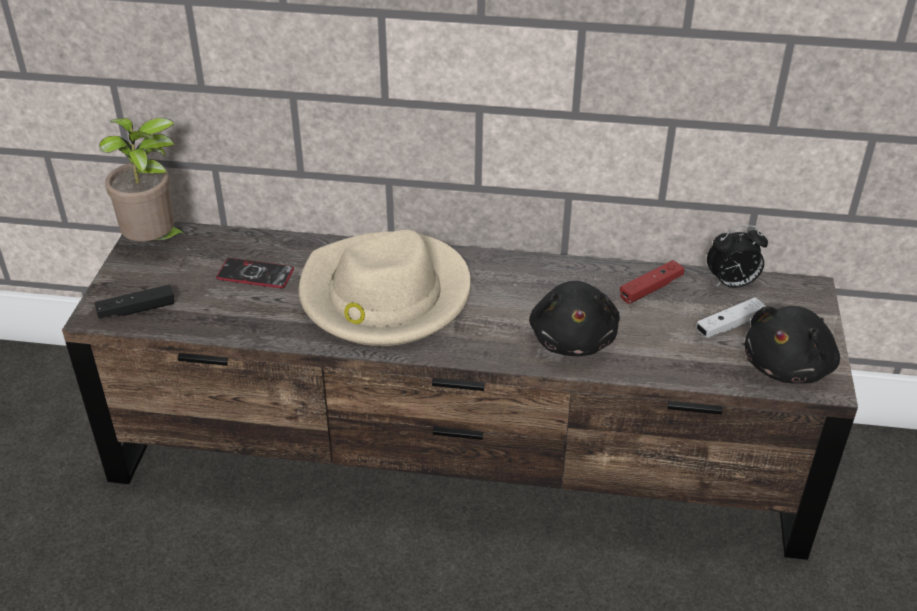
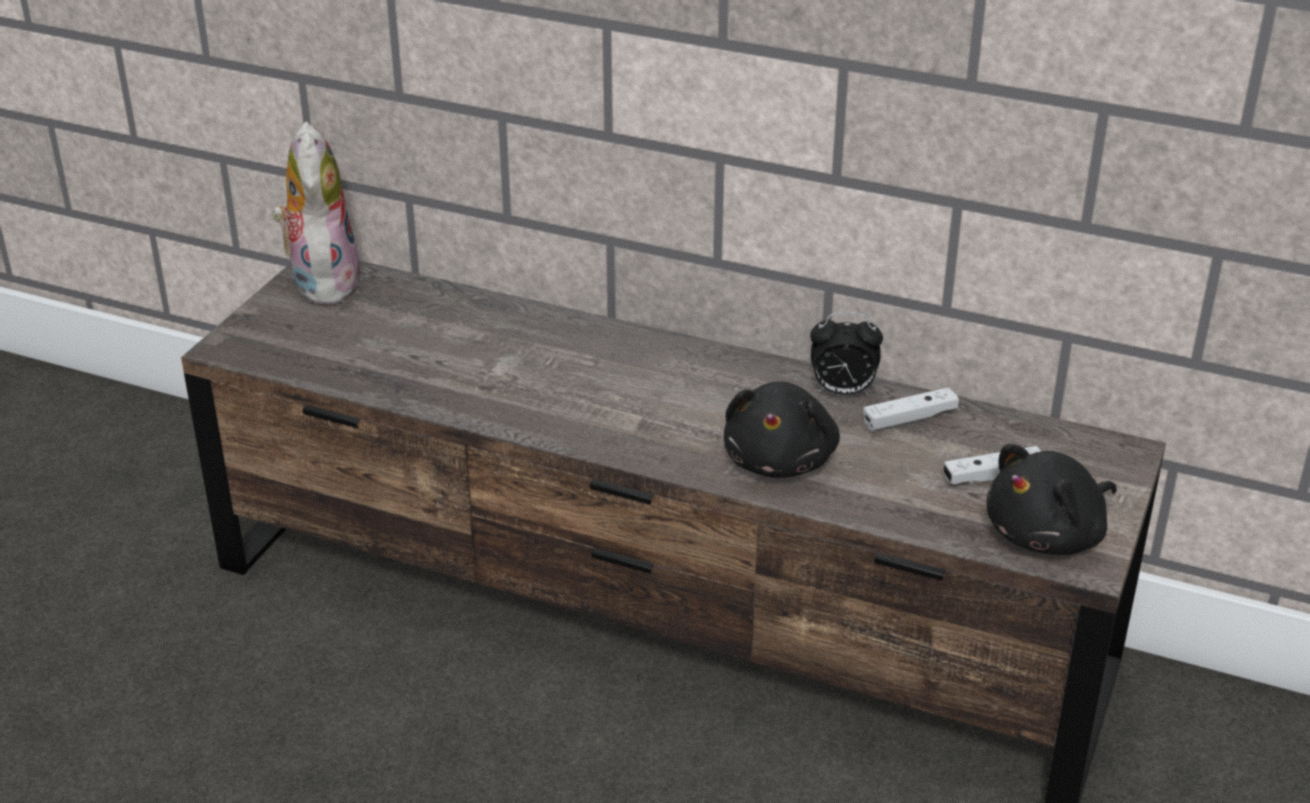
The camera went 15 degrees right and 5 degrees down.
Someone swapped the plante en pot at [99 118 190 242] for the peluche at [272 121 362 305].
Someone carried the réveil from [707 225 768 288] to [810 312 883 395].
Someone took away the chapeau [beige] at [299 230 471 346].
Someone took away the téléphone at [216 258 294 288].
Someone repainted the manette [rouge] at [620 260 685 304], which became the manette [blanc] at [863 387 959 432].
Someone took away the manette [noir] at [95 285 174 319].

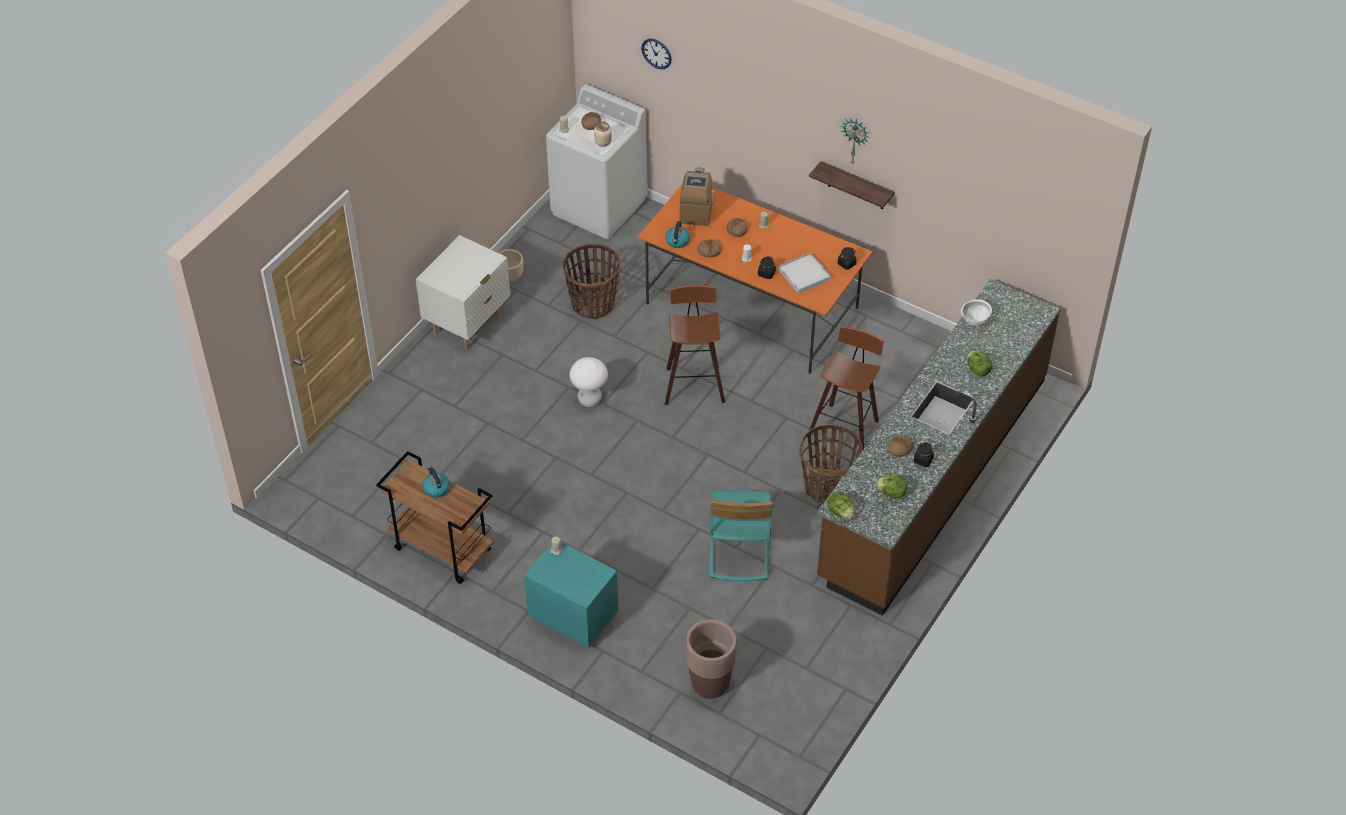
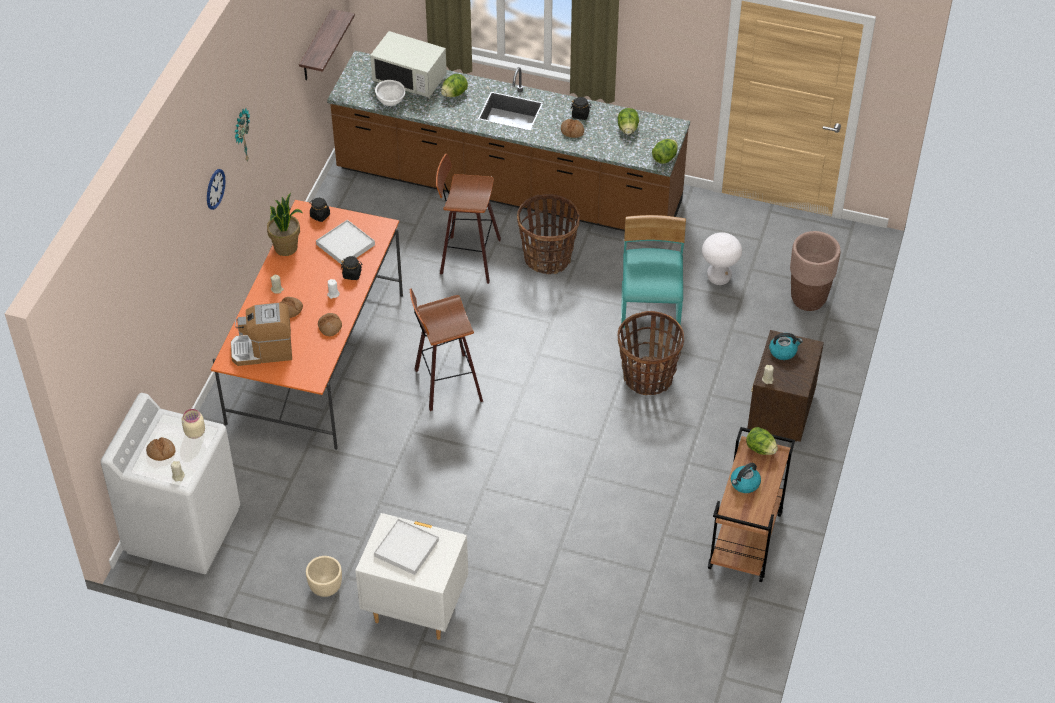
The camera went 105 degrees left and 0 degrees up.
Someone carried the horloge murale from [641 39 672 69] to [207 169 226 210].
Someone carried the étagère from [809 161 895 209] to [299 9 355 80].
Someone carried the bouilloire from [665 221 690 248] to [769 333 803 360].
Someone carried the panier from [563 244 621 319] to [617 311 684 395].
Someone carried the tabouret [blanc] from [569 357 608 407] to [702 232 742 285].
Someone rotated the chaise [turquoise] at [709 490 773 581] by 75 degrees counterclockwise.
Someone repainted the table de chevet [turquoise] at [524 542 618 648], which became the table de chevet [marron] at [747 330 824 442].
Someone put down the micro-ondes [blanc] at [370 31 447 98].
Someone put down the plante en pot at [267 193 302 256].
Someone put down the laitue at [746 427 778 455].
Someone put down the plateau [blanc] at [374 519 439 575].

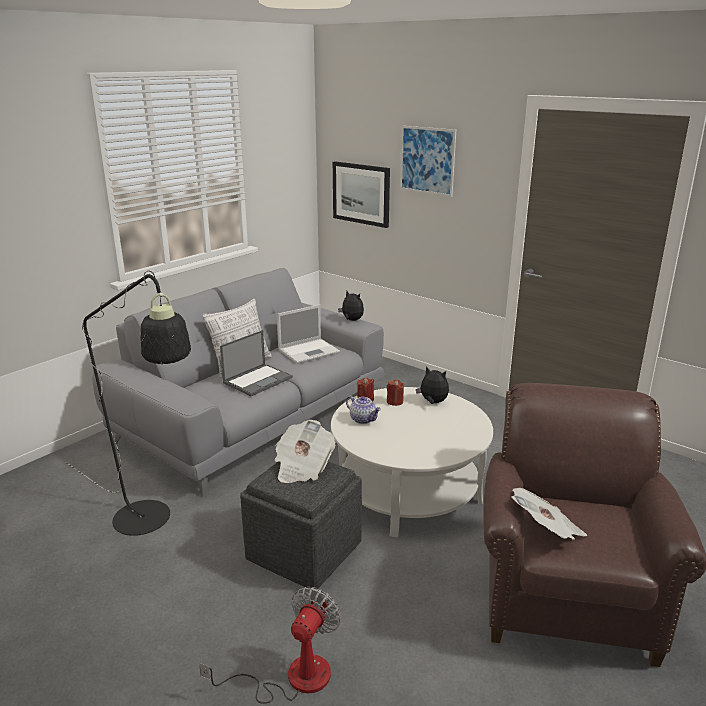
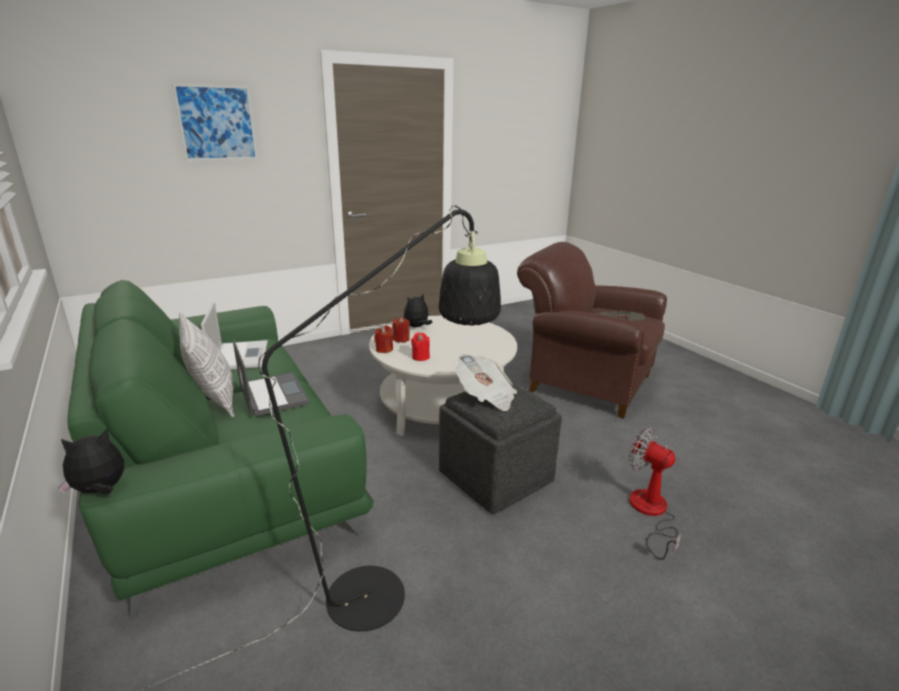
The camera went 70 degrees left and 0 degrees up.
Someone took away the tableau at [333 161 390 228].
Someone repainted the canapé [gris] at [92 268 385 497], which became the canapé [vert] at [67 280 373 619].
Someone carried the peluche from [338 291 364 321] to [58 429 124 494].
Someone swapped the théière at [346 396 381 424] for the bougie [rouge] at [411 333 430 361].

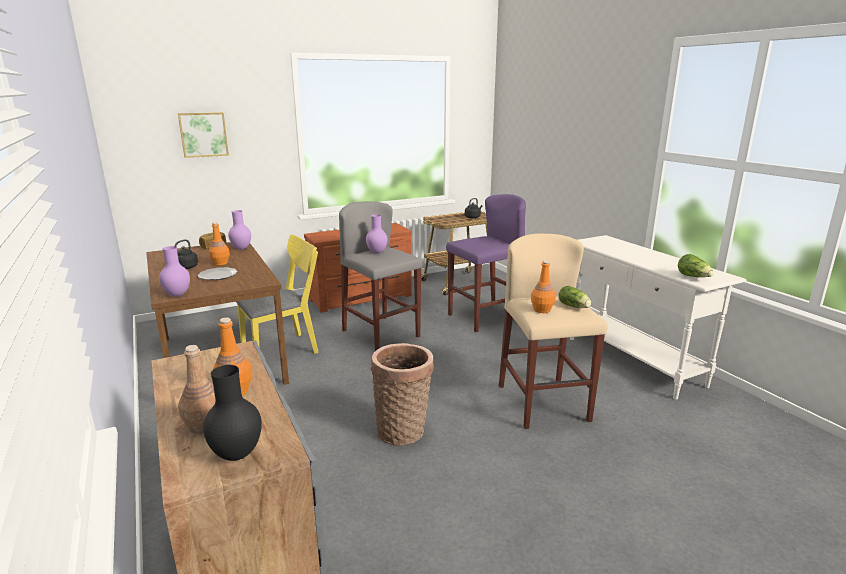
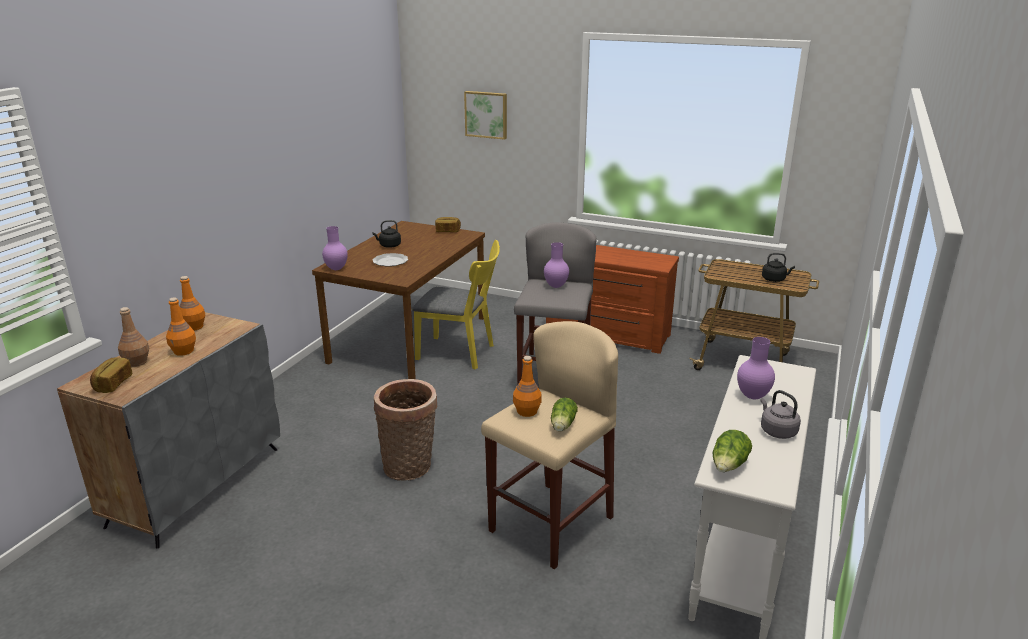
The camera went 50 degrees right and 5 degrees up.
Someone took away the tabouret [violet] at [446 194 526 332].
Someone carried the vase [violet] from [228 210 251 250] to [737 337 775 399].
Someone carried the bouteille [orange] from [209 222 230 265] to [179 276 205 331].
Someone swapped the vase [noir] at [203 365 262 461] for the pain at [90 357 132 393].
Someone put down the bouilloire [gris] at [760 390 801 439].

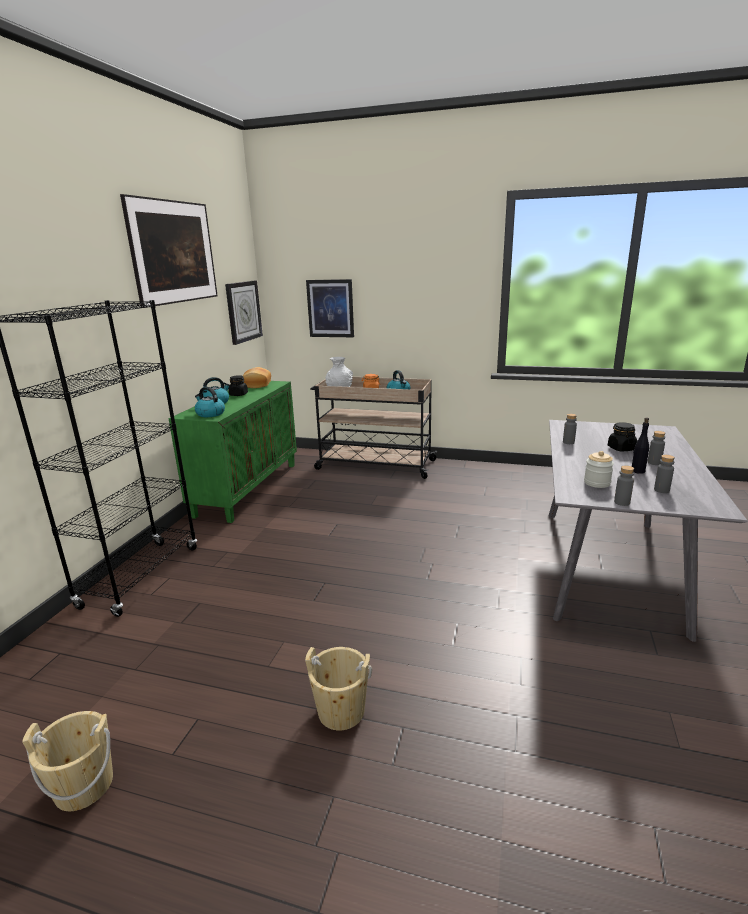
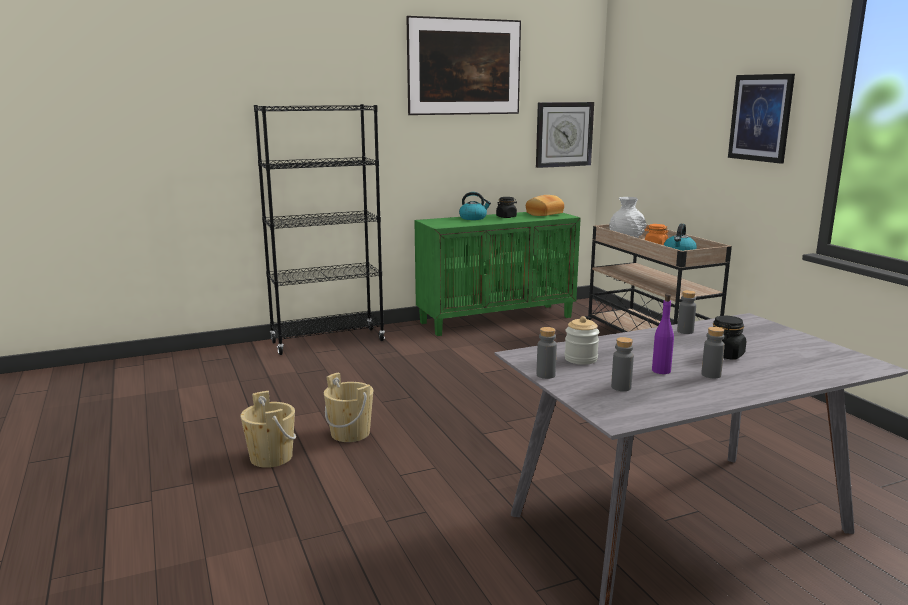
The camera went 50 degrees right and 5 degrees down.
Someone carried the tableau from [306 279 354 337] to [728 74 795 164].
Someone took away the bouilloire at [195 387 225 417].
Someone repainted the bouteille [noir] at [632 418 649 474], which became the bouteille [violet] at [652 294 674 374].
Someone carried the seau [beige] from [22 711 113 811] to [324 372 373 442].

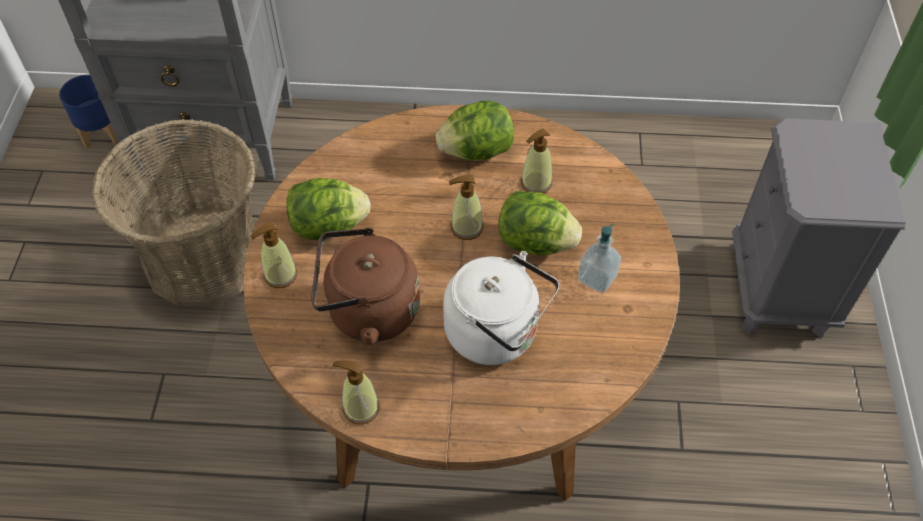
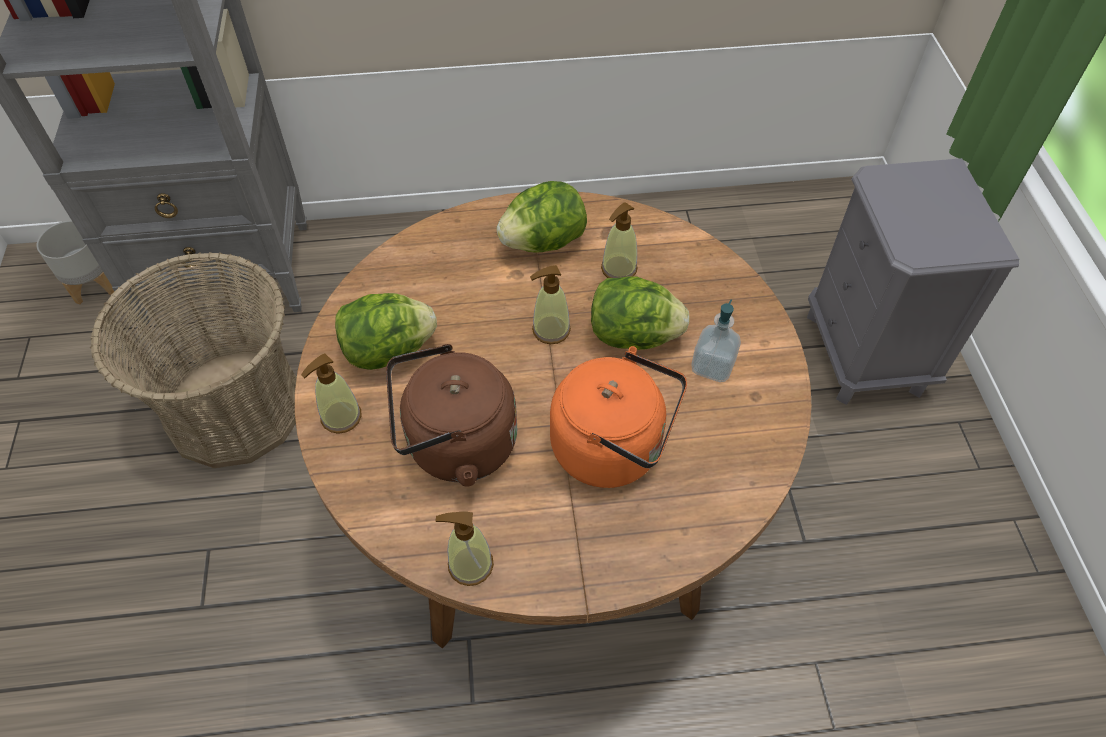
The camera went 10 degrees left and 0 degrees up.
Someone repainted the cache-pot [bleu] at [59 75 118 148], which became the cache-pot [gris] at [37 220 114 305].
Someone repainted the bouilloire [blanc] at [443 251 559 365], which became the bouilloire [orange] at [550 346 687 488].

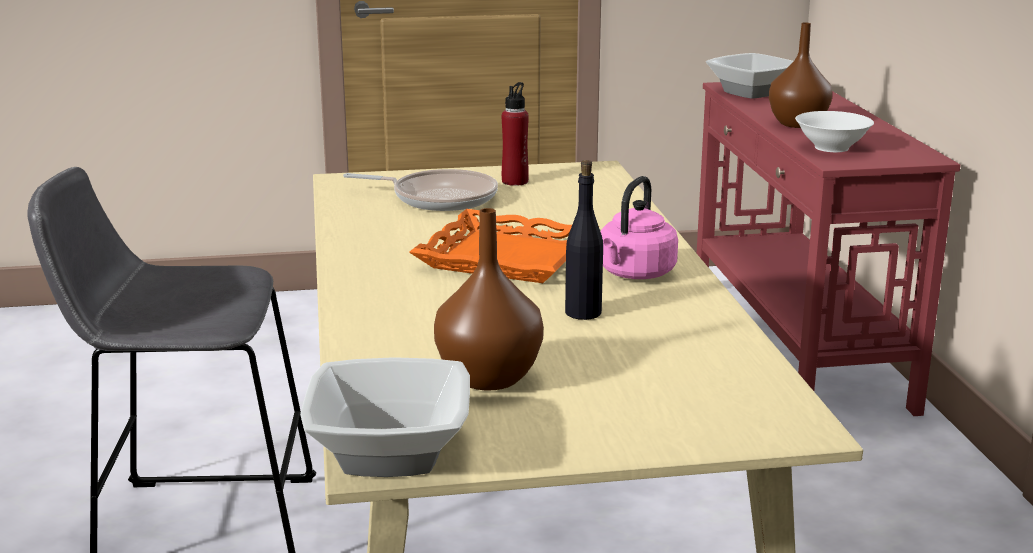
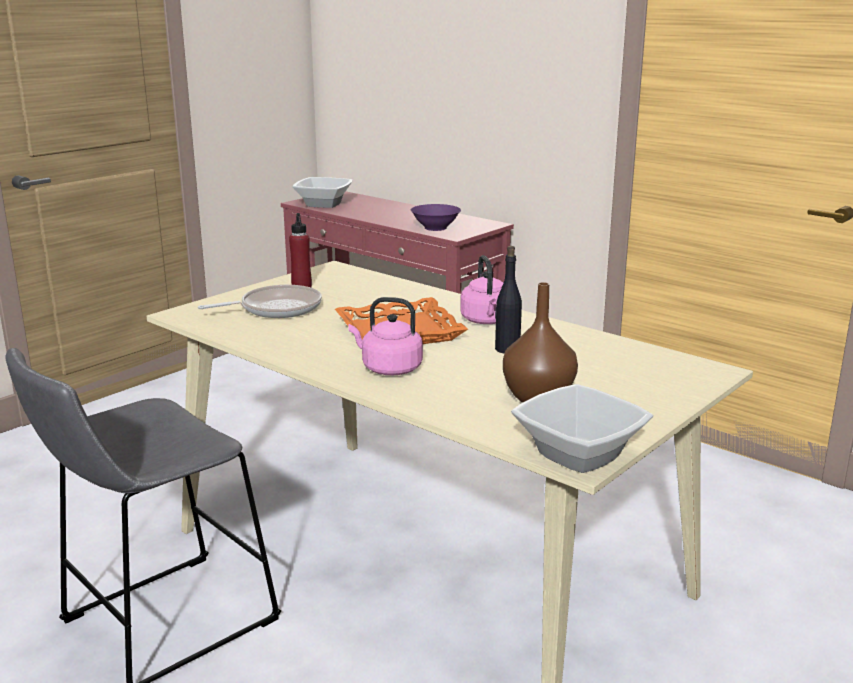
The camera went 40 degrees left and 0 degrees up.
Someone took away the vase [marron] at [769 23 832 128].
Someone repainted the bol [blanc] at [795 111 874 152], which became the bol [violet] at [411 204 461 231].
Someone put down the bouilloire [rose] at [348 297 423 375].

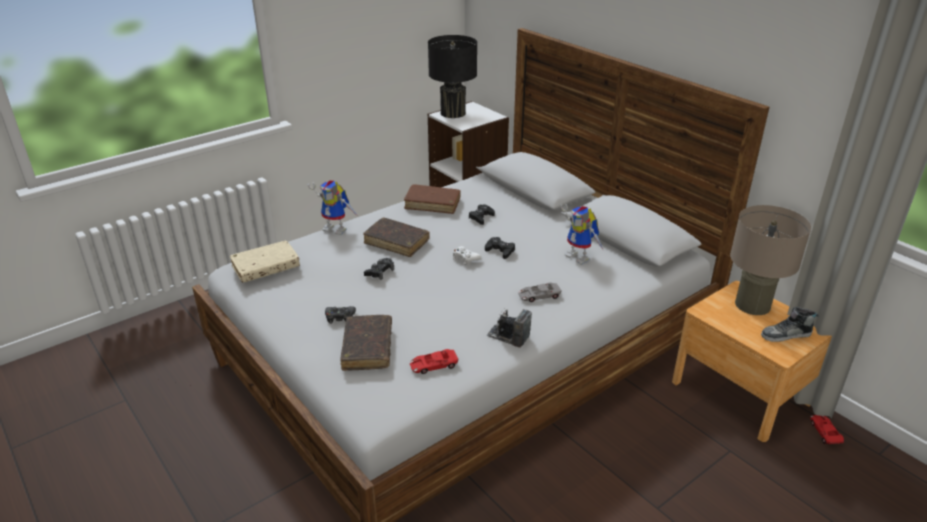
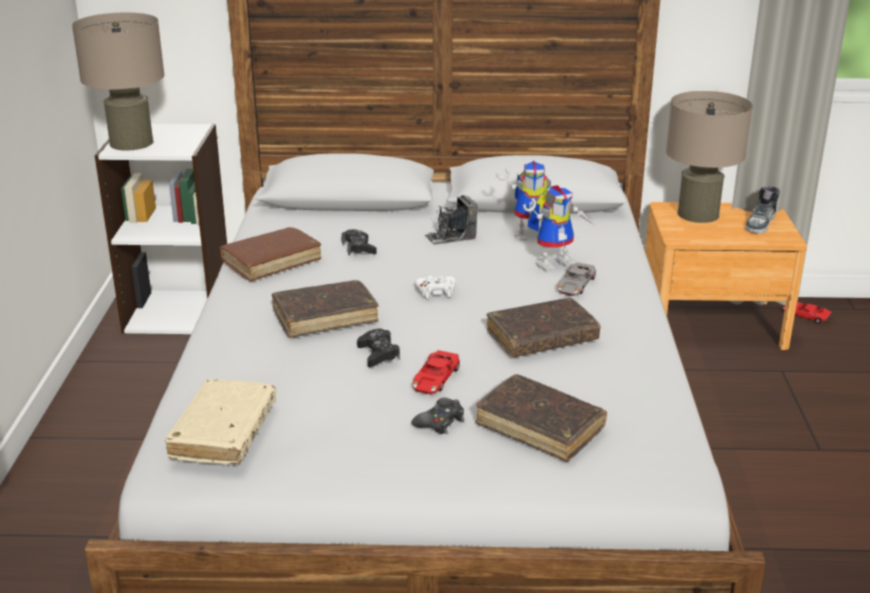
The camera went 50 degrees left and 5 degrees down.
Someone repainted the lampe de table [noir] at [428 35 477 118], which became the lampe de table [beige] at [72 13 165 151].
Someone carried the robot jouet from [308 181 358 235] to [523 185 594 272].
Someone took away the manette [noir] at [485 237 515 259].
Someone carried the appareil photo from [487 309 532 347] to [425 195 478 245].
Someone carried the petite voiture [rouge] from [410 349 458 374] to [413 350 460 394].
Someone put down the livre [marron] at [486 298 601 357].

